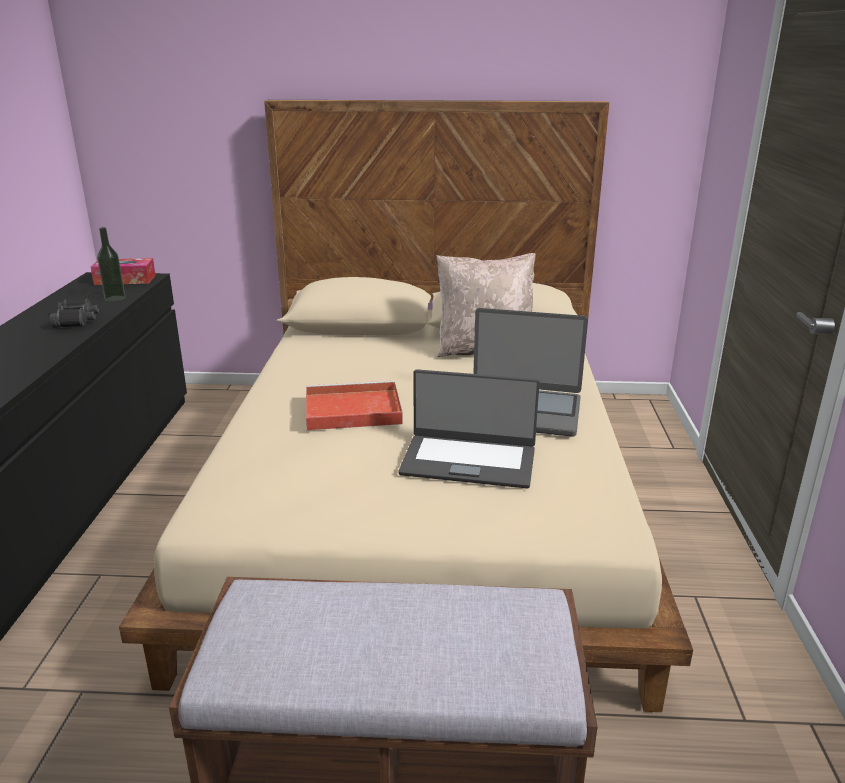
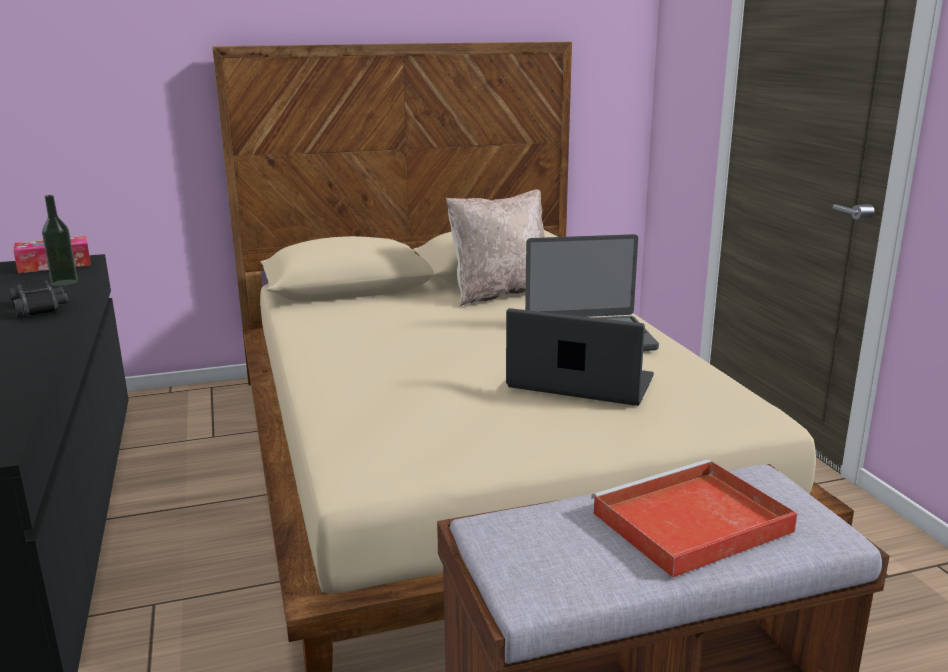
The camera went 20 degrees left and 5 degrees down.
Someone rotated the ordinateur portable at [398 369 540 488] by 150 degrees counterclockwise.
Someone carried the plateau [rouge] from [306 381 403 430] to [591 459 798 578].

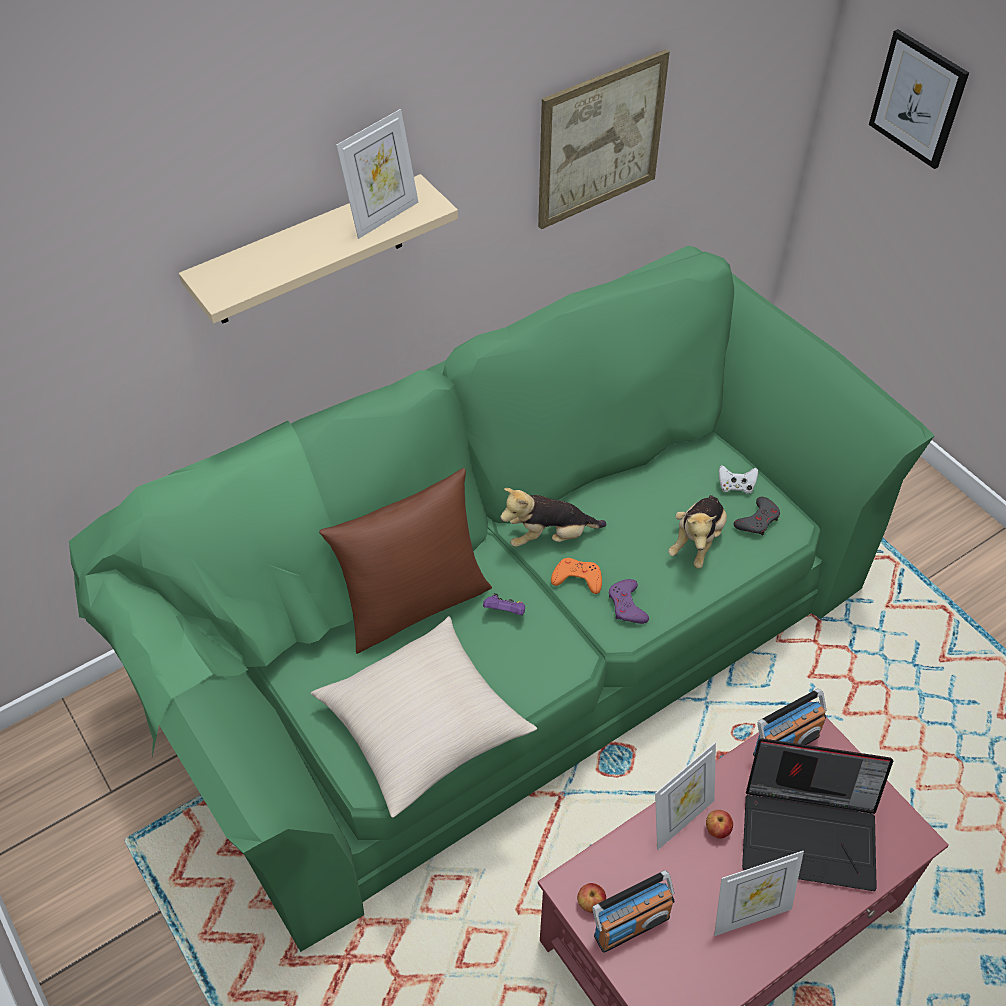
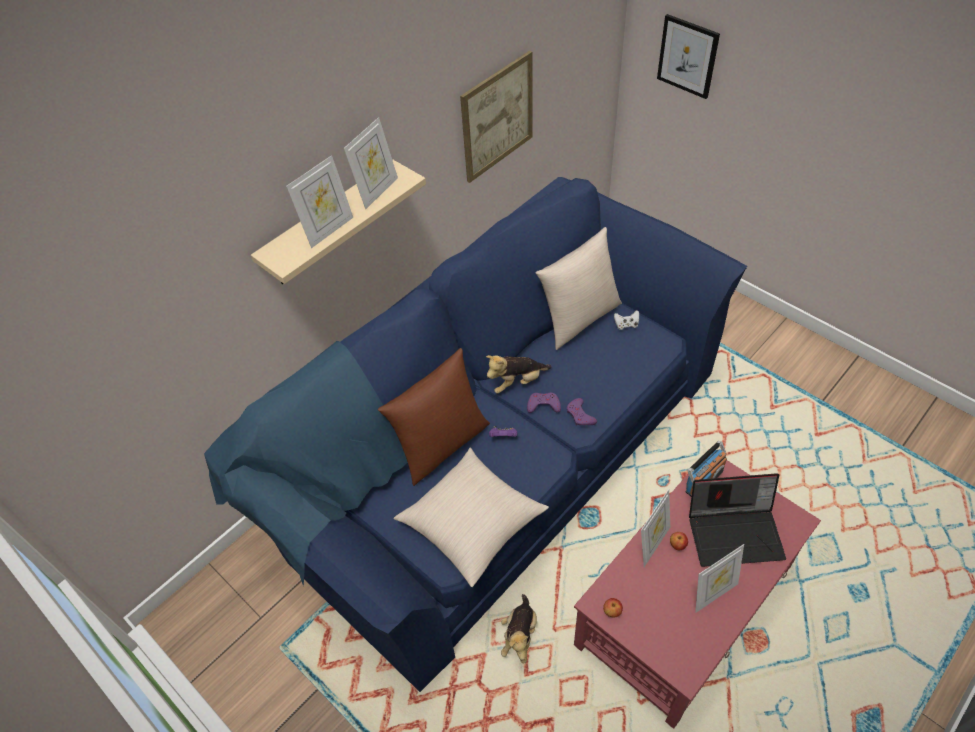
The camera went 10 degrees left and 0 degrees up.
Someone repainted the canapé [vert] at [69 246 935 952], which became the canapé [bleu] at [204 177 747 692].
Someone carried the peluche from [668 495 727 569] to [501 594 537 664].
Someone took away the manette [gris] at [734 497 780 536].
Someone repainted the manette [orange] at [551 558 602 594], which became the manette [violet] at [527 393 561 413].
Someone took away the radio at [592 870 674 953].
Someone put down the cadre photo at [286 155 353 248].
Someone put down the coussin [beige] at [536 227 622 350].

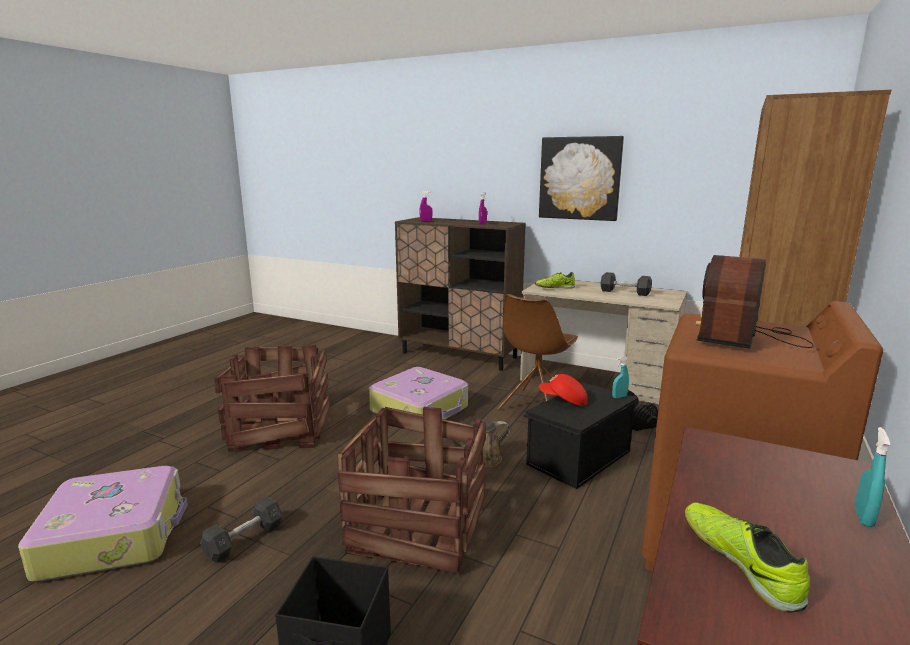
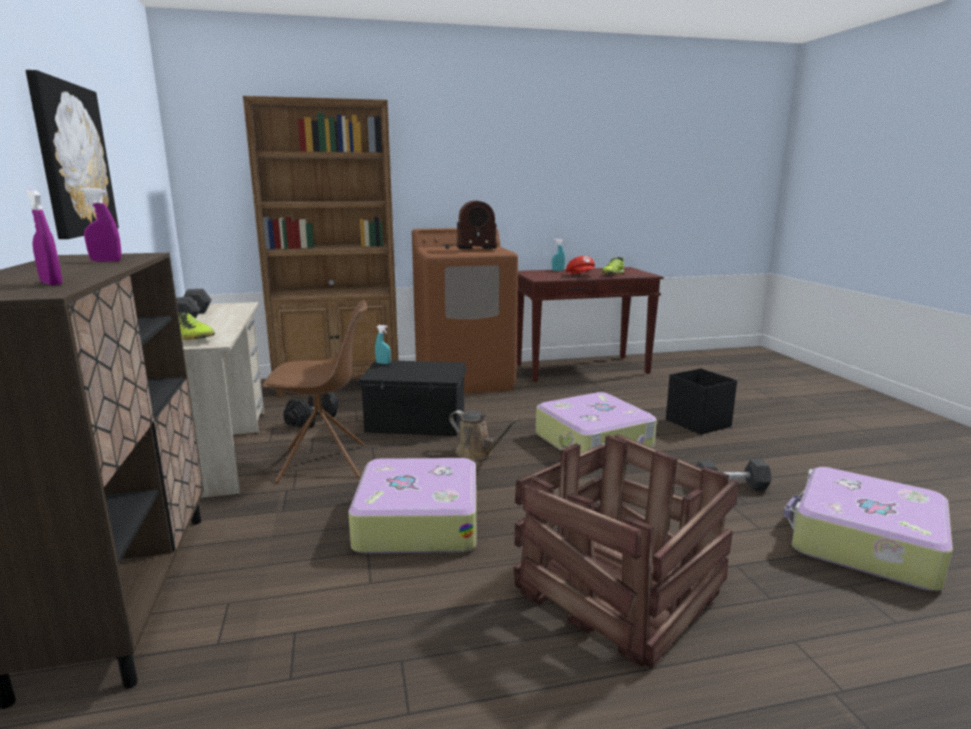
The camera went 130 degrees left and 0 degrees up.
Someone carried the casquette [rouge] from [539 374 587 406] to [566 256 597 274].
Someone swapped the caisse at [337 407 486 574] for the valise at [536 392 657 453].

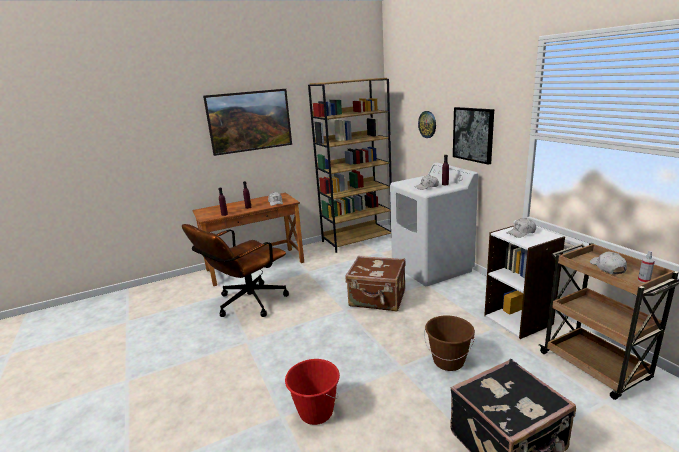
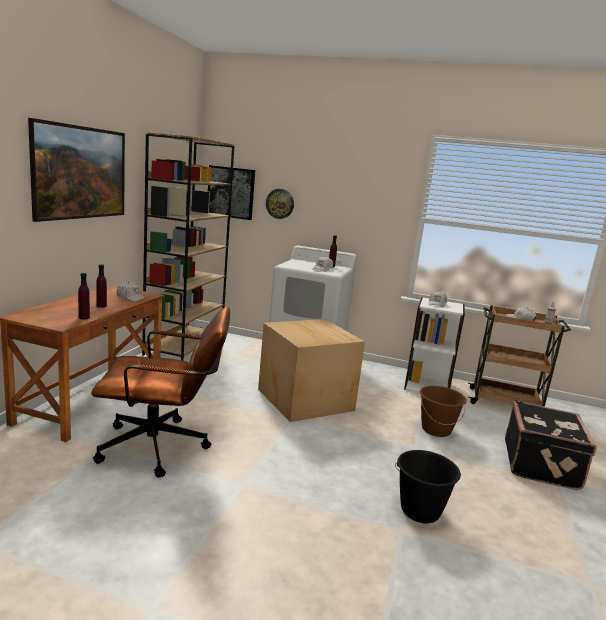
The camera went 50 degrees left and 5 degrees down.
Someone carried the tableau from [453 107 494 165] to [208 165 255 220].
Someone rotated the chaise de bureau [marron] at [182 224 289 317] by 90 degrees counterclockwise.
Someone swapped the valise [marron] at [346 256 406 311] for the carton at [258 319 365 422].
Someone repainted the seau [rouge] at [285 359 340 425], which became the seau [noir] at [395 450 461 523].

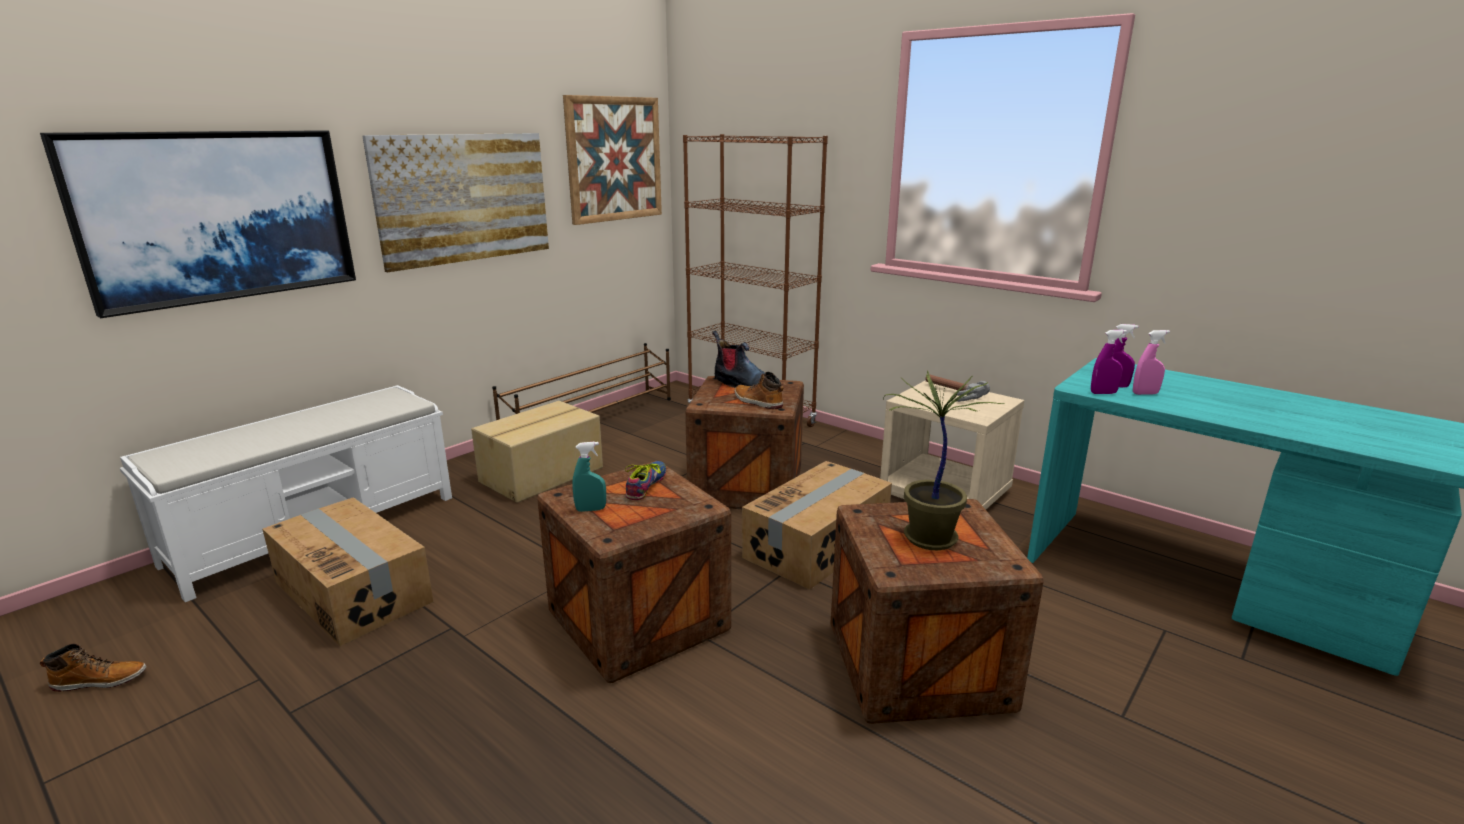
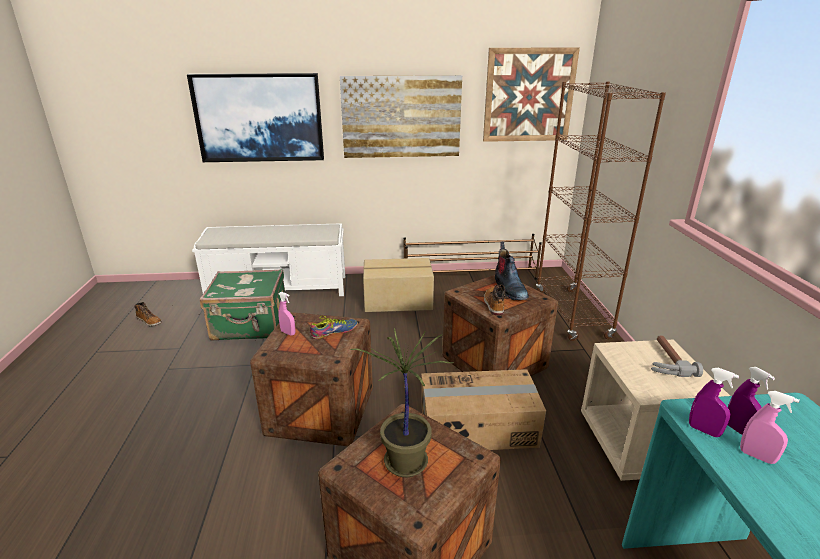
The camera went 45 degrees right and 5 degrees up.
Someone repainted the vaporisateur [turquoise] at [572 442 606 512], which became the vaporisateur [rose] at [278 292 295 336].
Someone swapped the carton at [262 497 433 646] for the valise [vert] at [200 269 287 341].

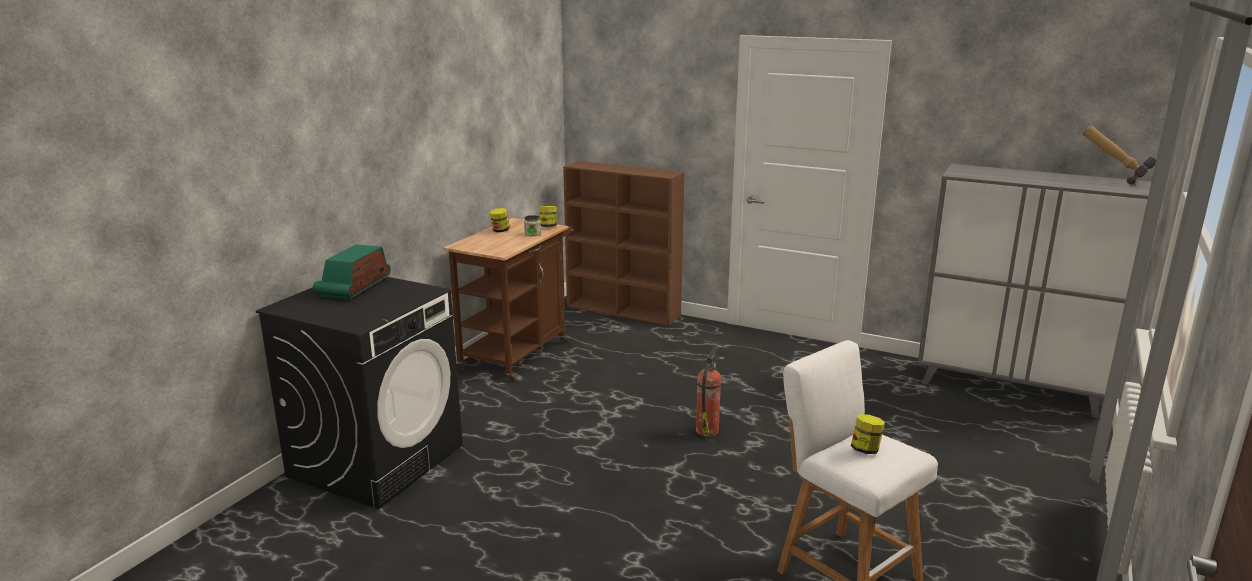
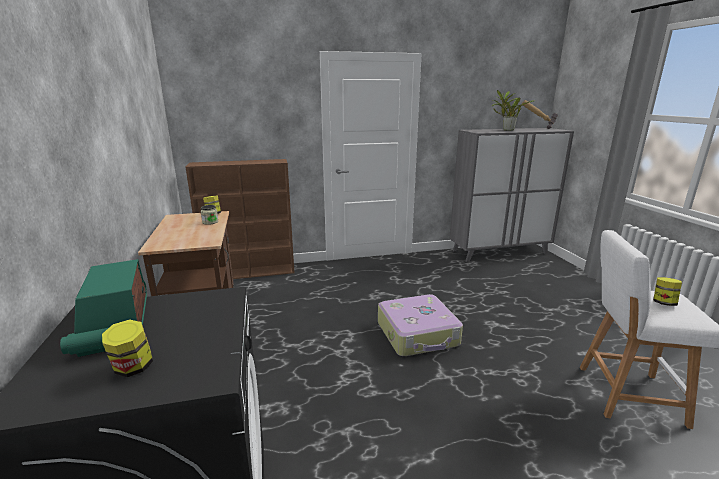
The camera went 40 degrees left and 0 degrees up.
Someone carried the bocal from [490 208 510 232] to [102 319 153 377].
Someone swapped the extincteur at [696 347 721 437] for the valise at [378 294 463 356].
Someone put down the plante en pot at [492 90 534 131].

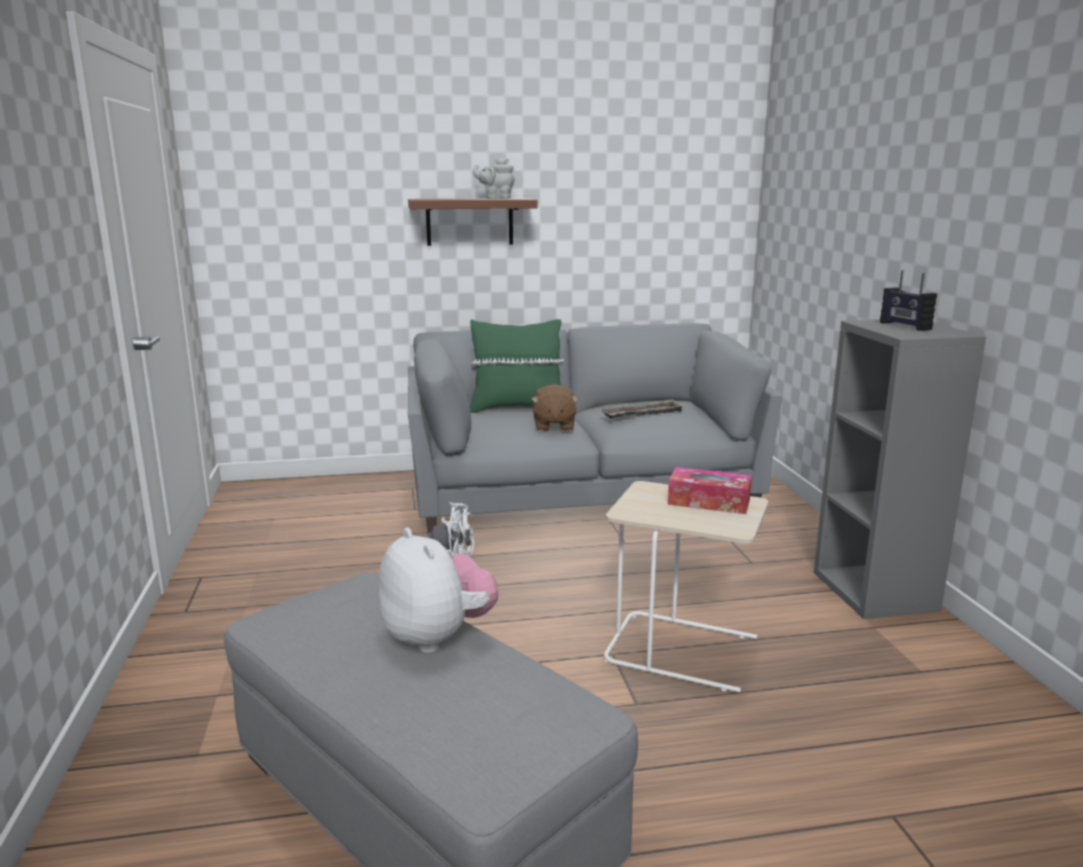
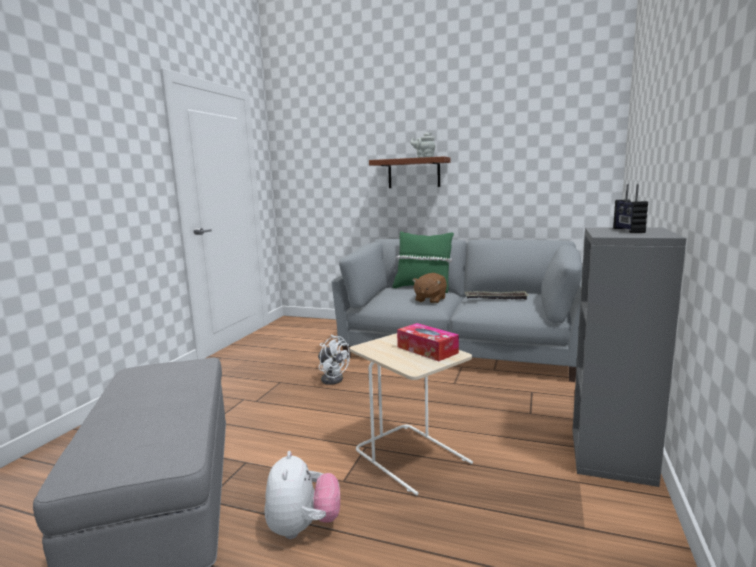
The camera went 30 degrees right and 5 degrees down.
Someone carried the peluche from [379 527 498 653] to [265 451 340 539].

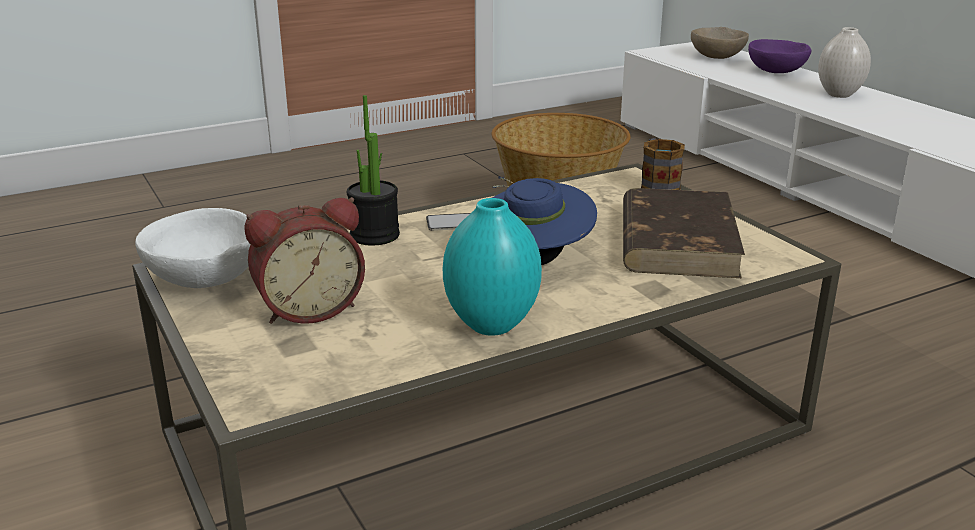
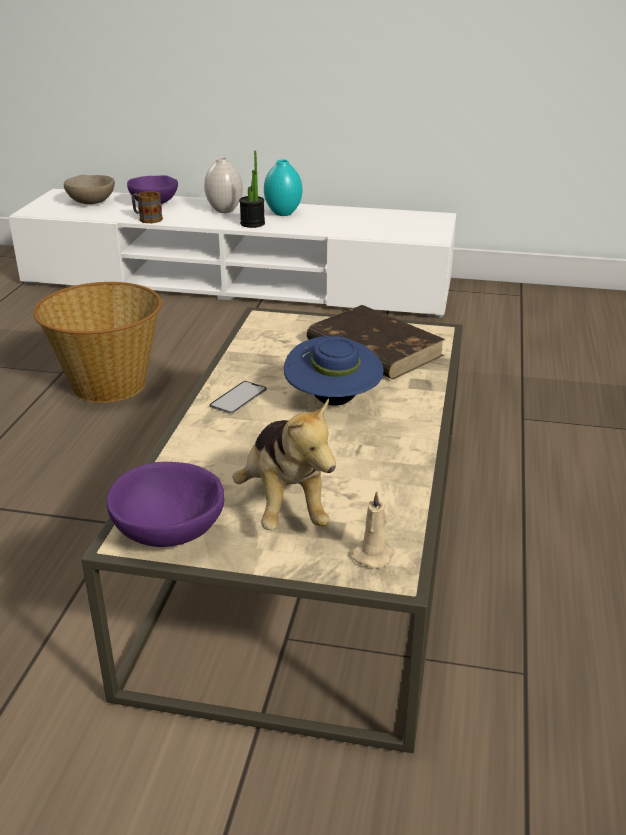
The camera went 50 degrees left and 5 degrees up.
Someone carried the plante en pot from [347 95 400 246] to [239 151 265 228].
Someone carried the mug from [641 138 685 190] to [132 191 163 223].
Someone swapped the réveil at [244 197 365 324] for the peluche at [233 398 336 530].
Someone carried the vase [turquoise] from [443 198 542 336] to [264 159 302 216].
Someone repainted the bol [blanc] at [135 208 251 288], which became the bol [violet] at [106 462 224 547].
Someone put down the bougie [beige] at [352 491 395 568].

